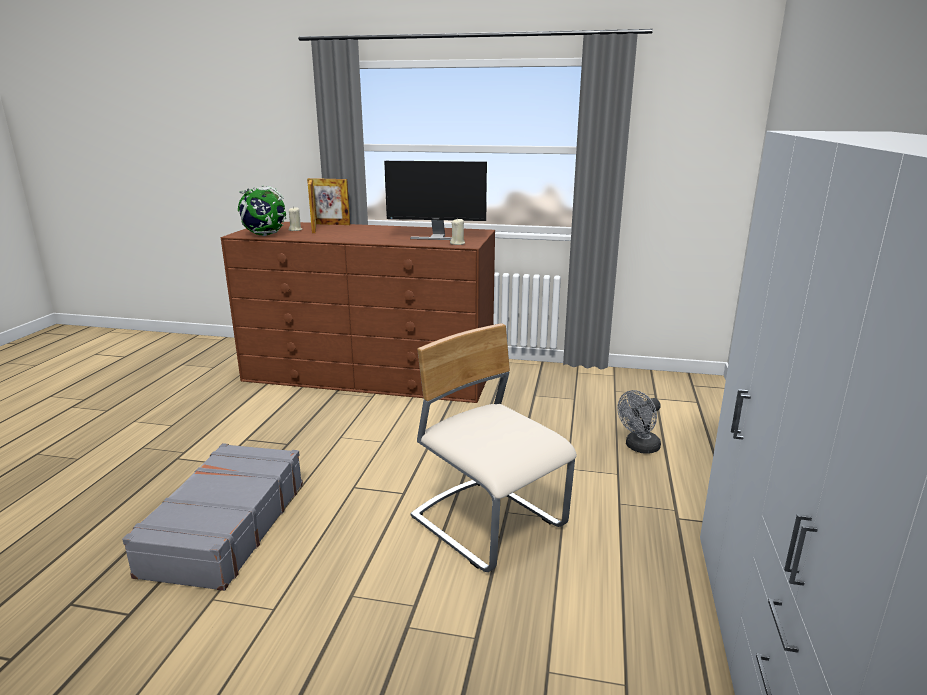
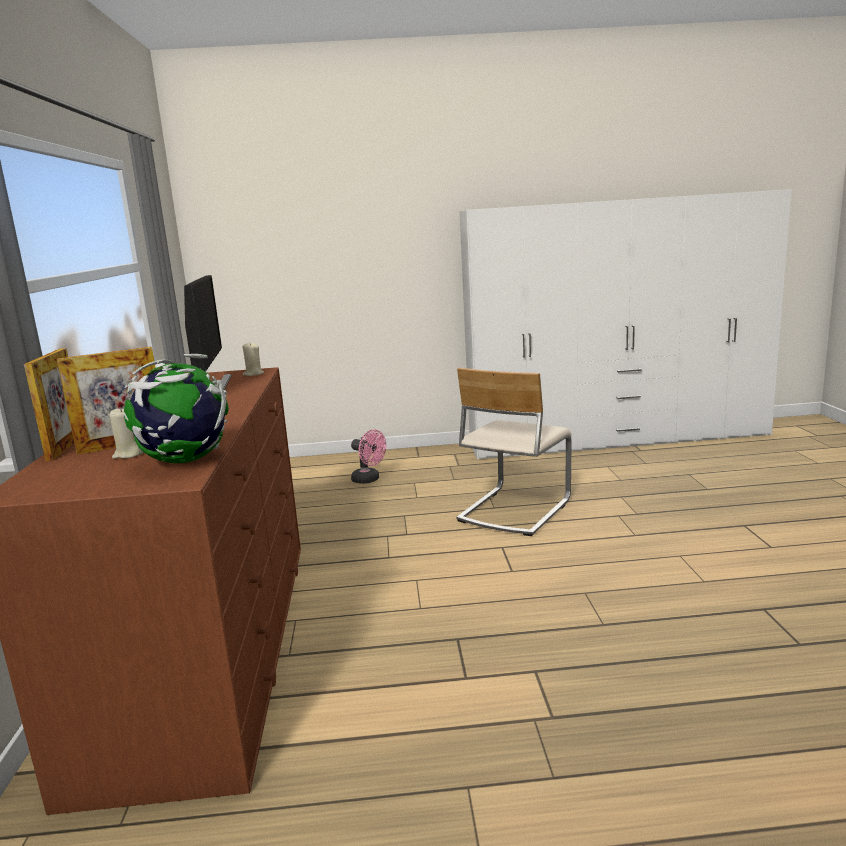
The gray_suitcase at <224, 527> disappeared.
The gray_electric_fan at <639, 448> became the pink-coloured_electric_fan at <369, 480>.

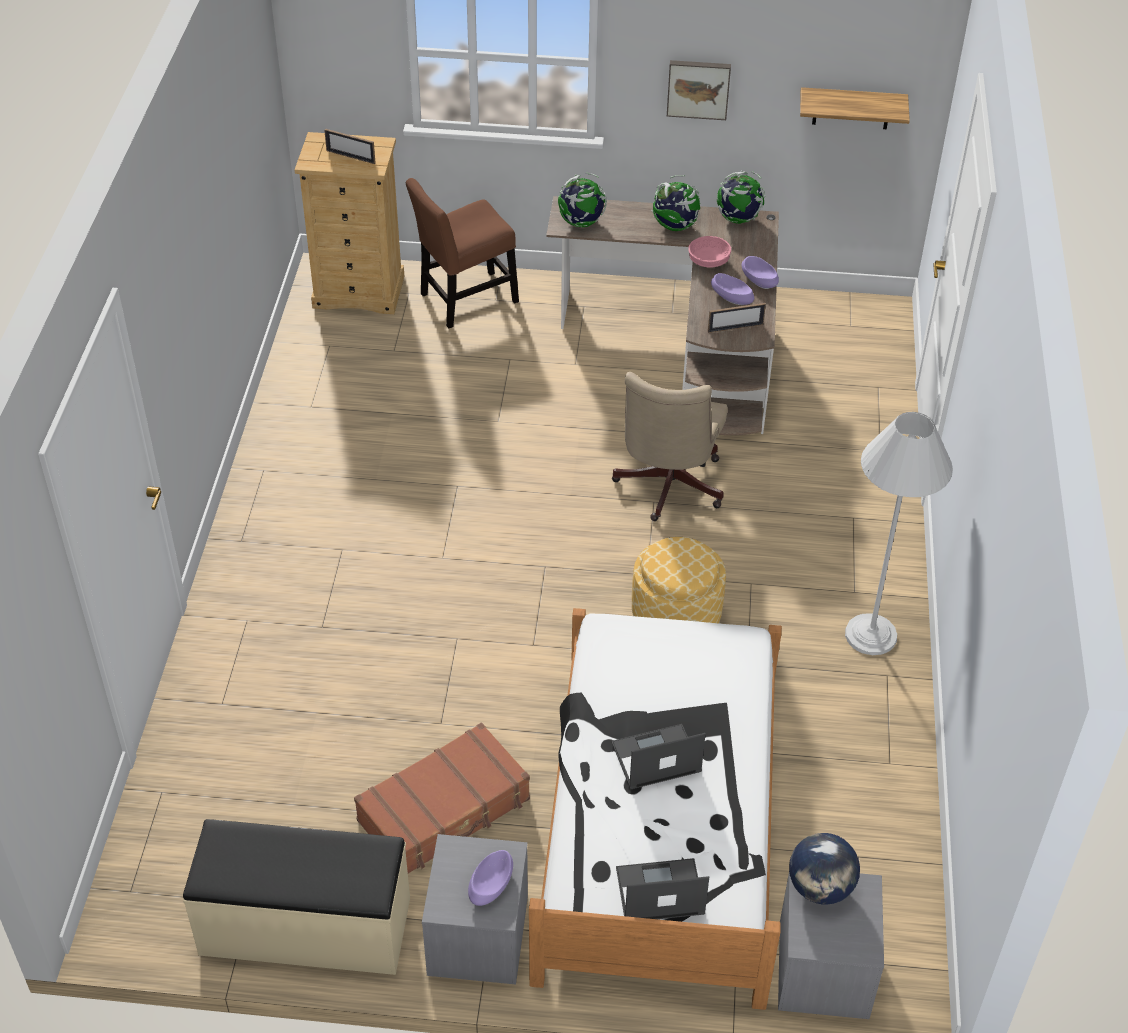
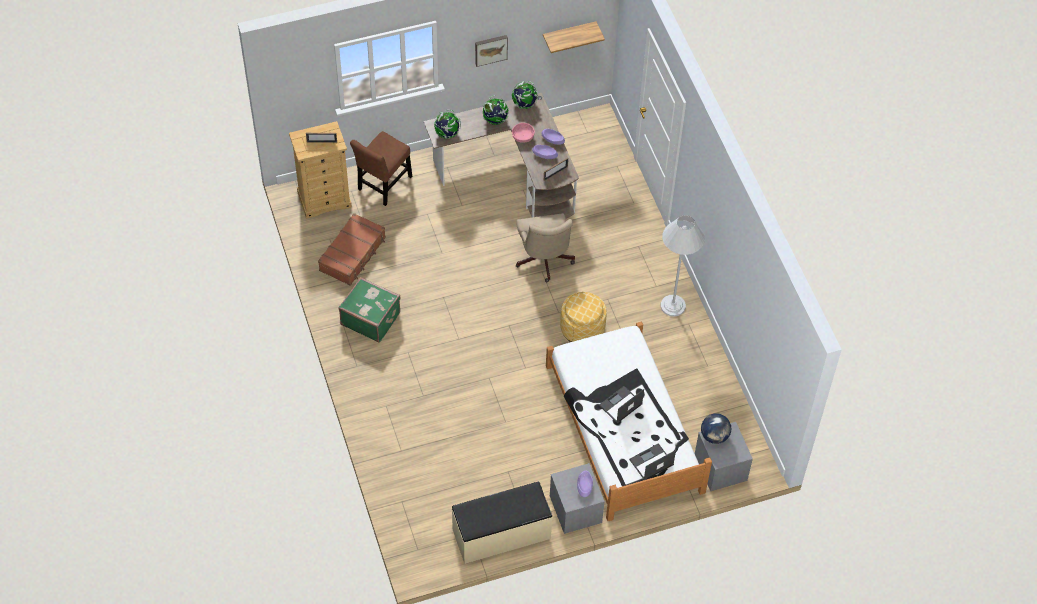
The green_suitcase at <371, 318> appeared.
The brown_suitcase moved from <445, 811> to <353, 254>.

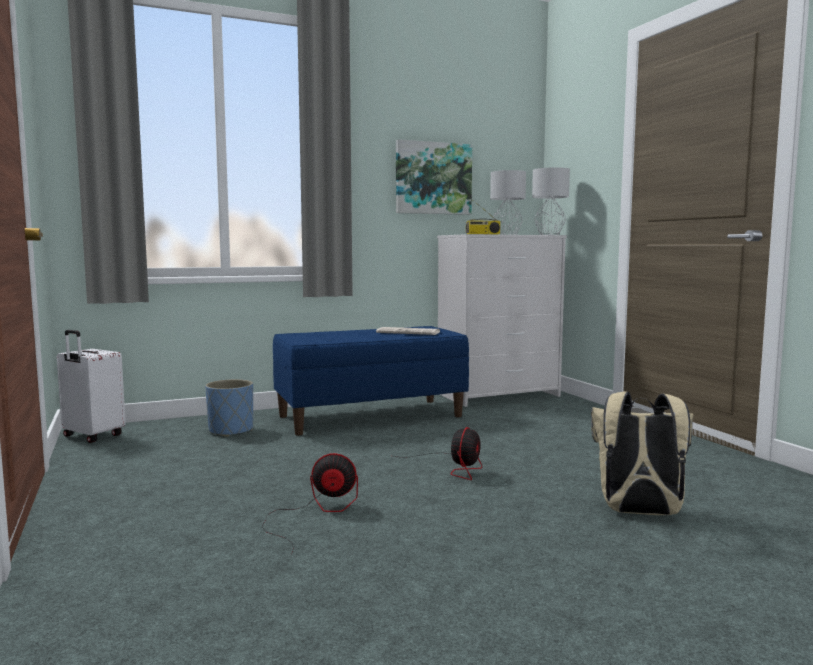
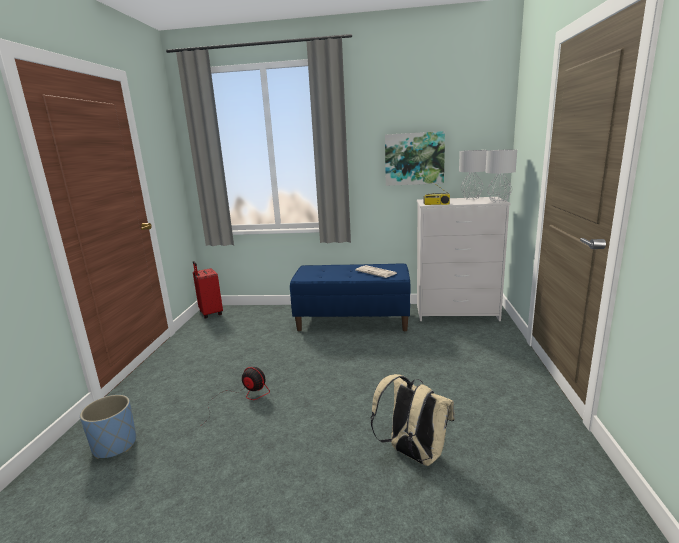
The electric_fan at <455, 467> disappeared.
The blue_plant_pot moved from <231, 430> to <115, 445>.
The whitish_suitcase at <92, 436> became the reddish_suitcase at <210, 313>.

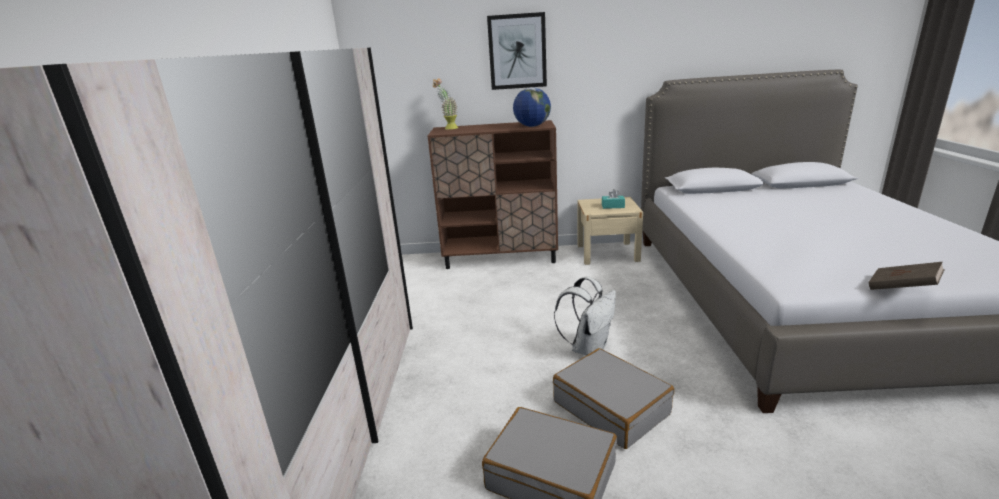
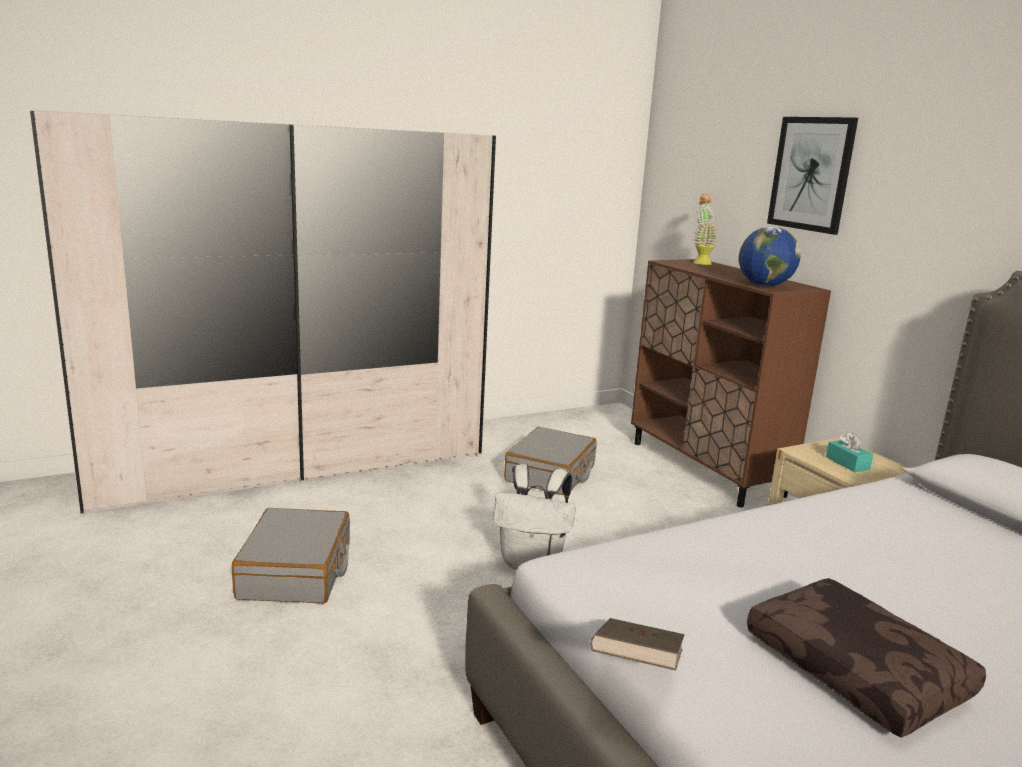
The brown_pillow at <858, 670> appeared.
The gray_suitcase moved from <611, 407> to <551, 474>.

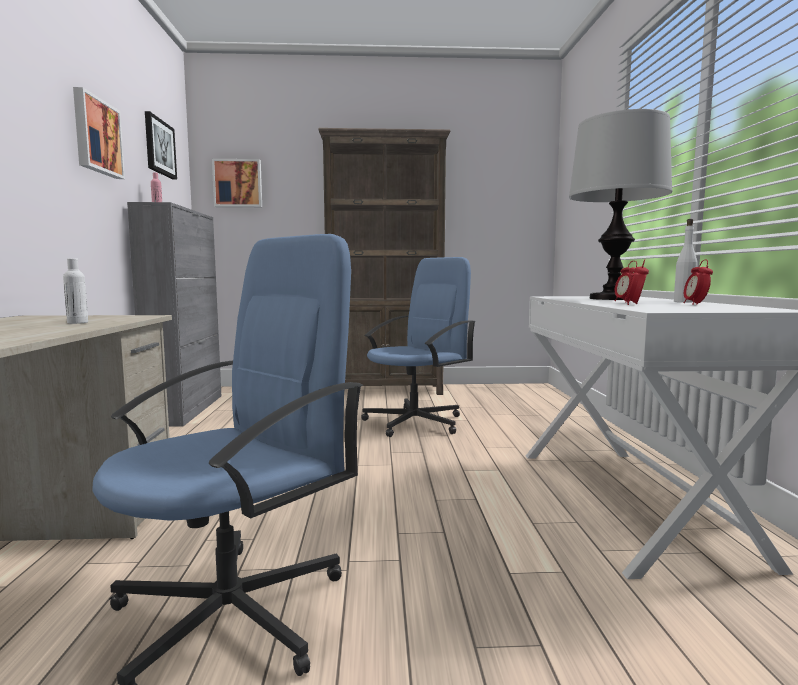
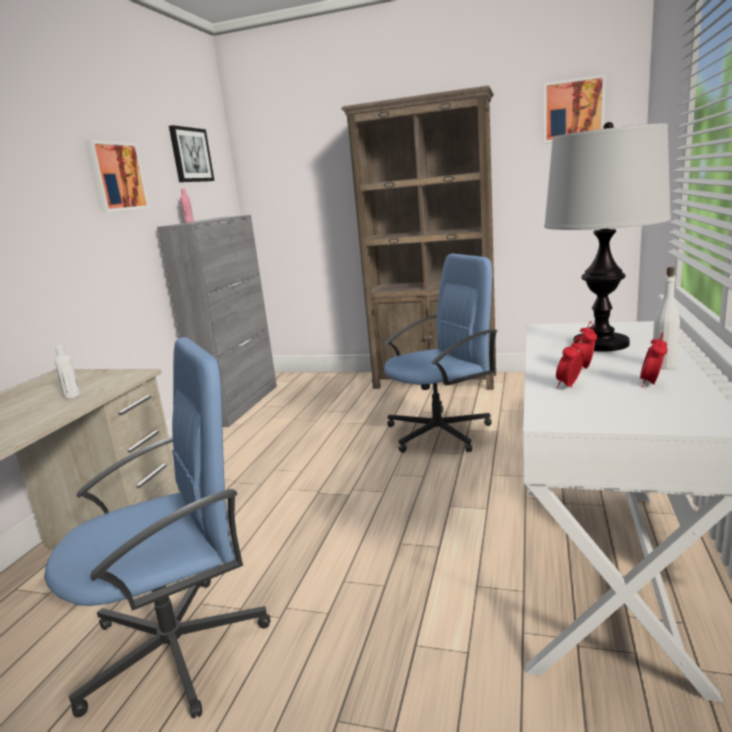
The wall_art moved from <238, 183> to <573, 110>.

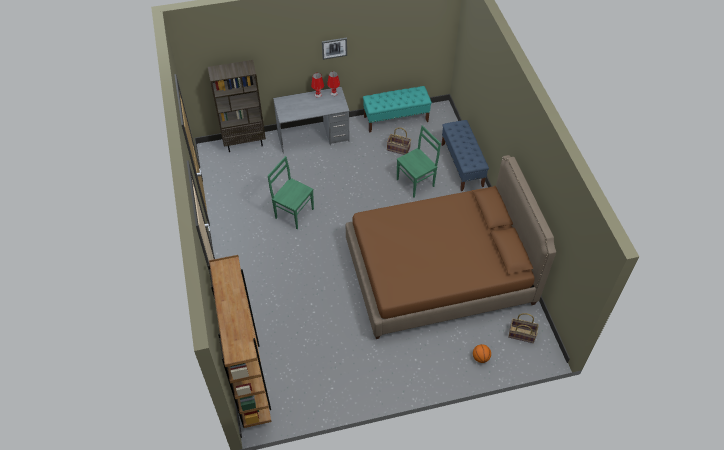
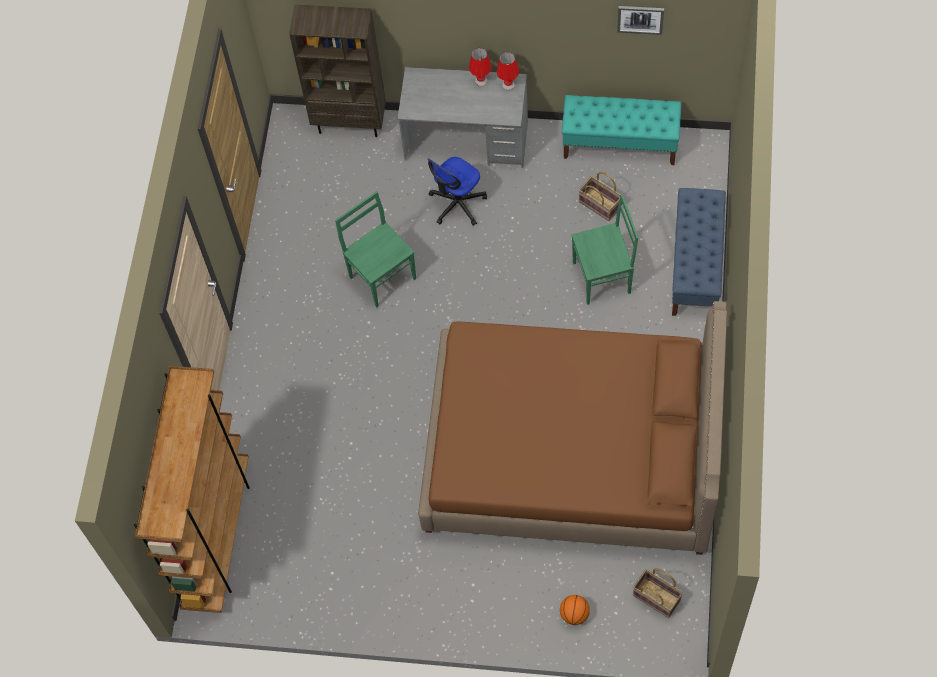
The desk_chair at <457, 204> appeared.
The wall_art moved from <334, 48> to <640, 19>.

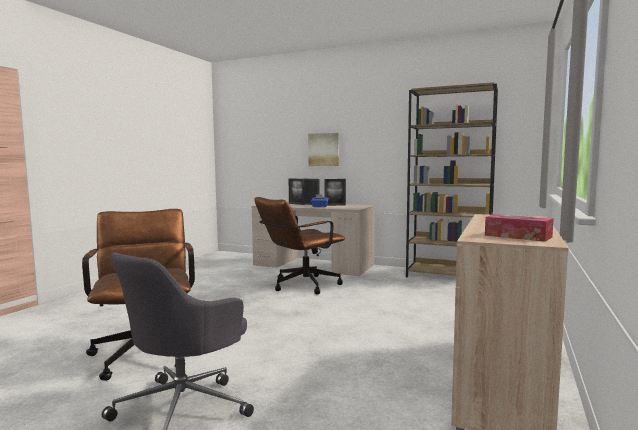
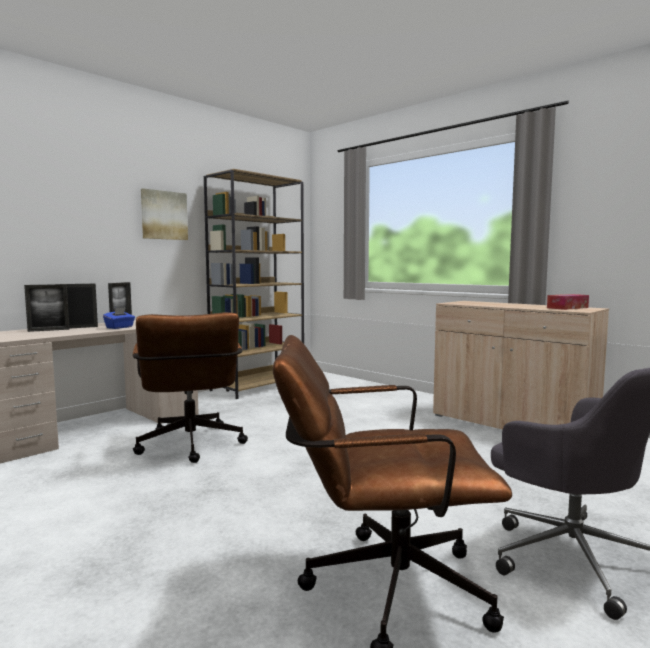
The wall_art moved from <324, 149> to <164, 215>.

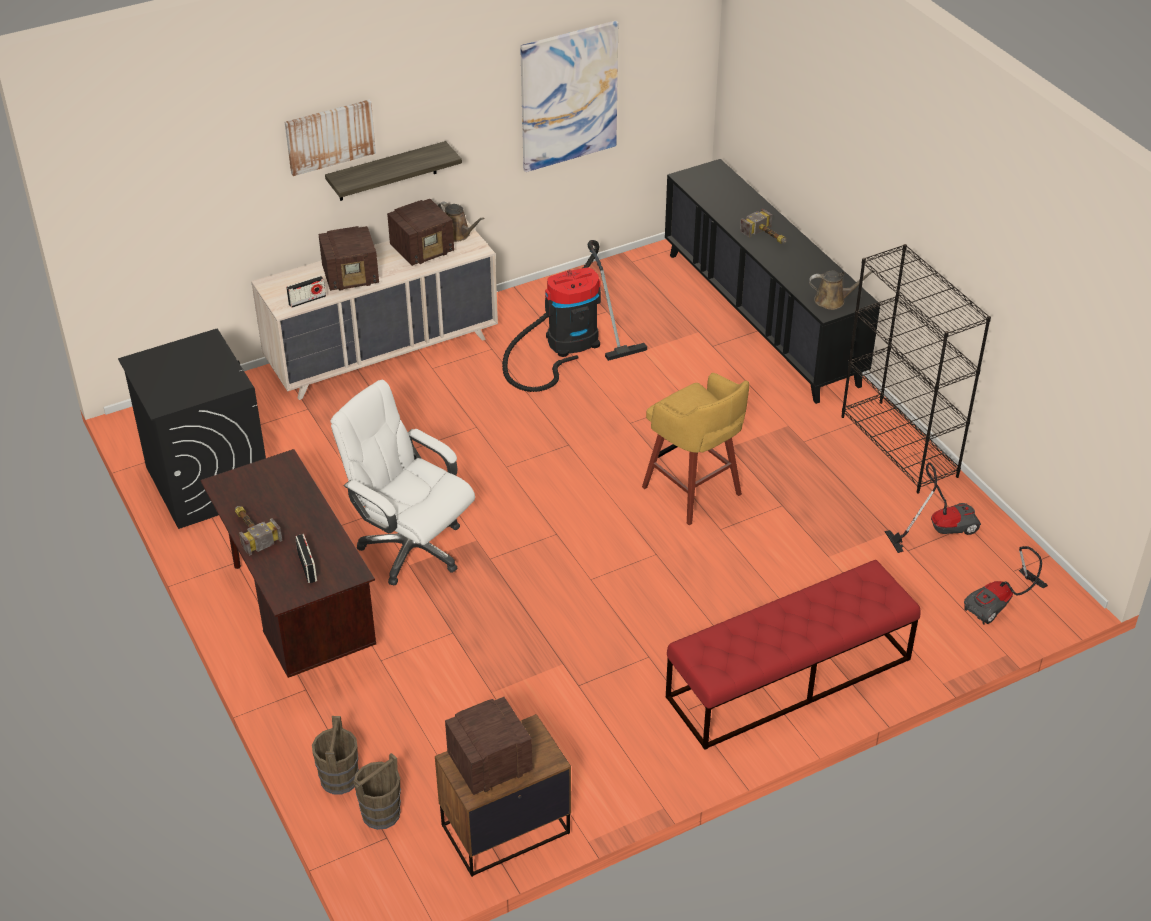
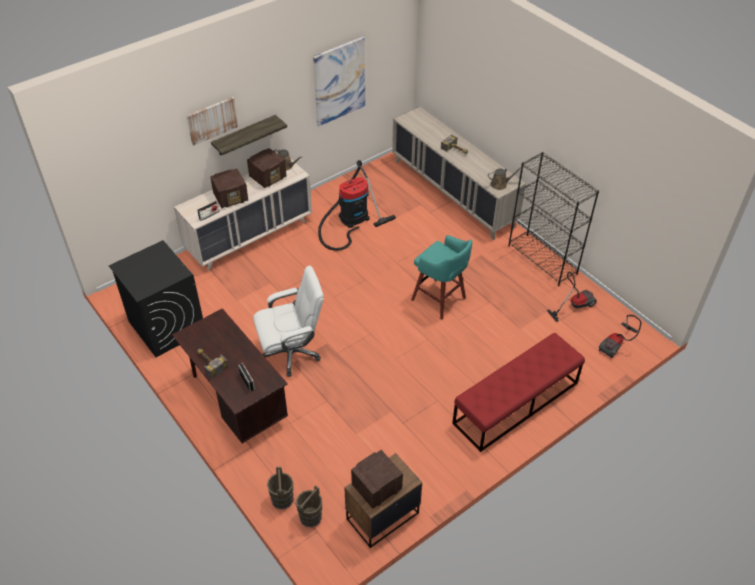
The yellowish_sitting_stool at <693, 493> became the turquoise_sitting_stool at <439, 300>.
The black-coloured_storage_cabinet at <761, 317> became the sand-coloured_storage_cabinet at <452, 193>.
The whitish_desk_chair at <411, 548> turned 135 degrees clockwise.

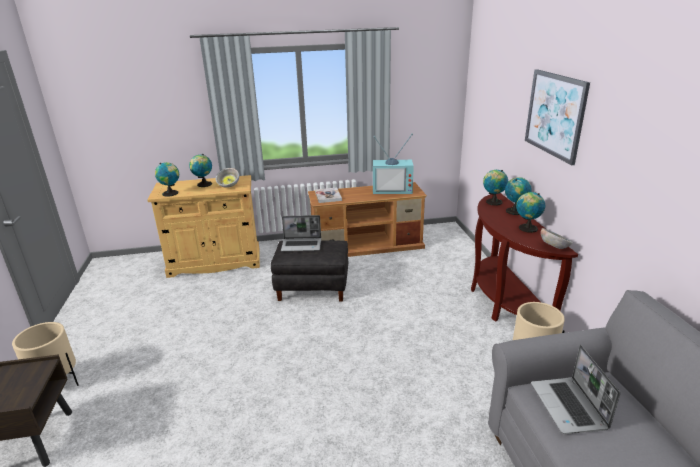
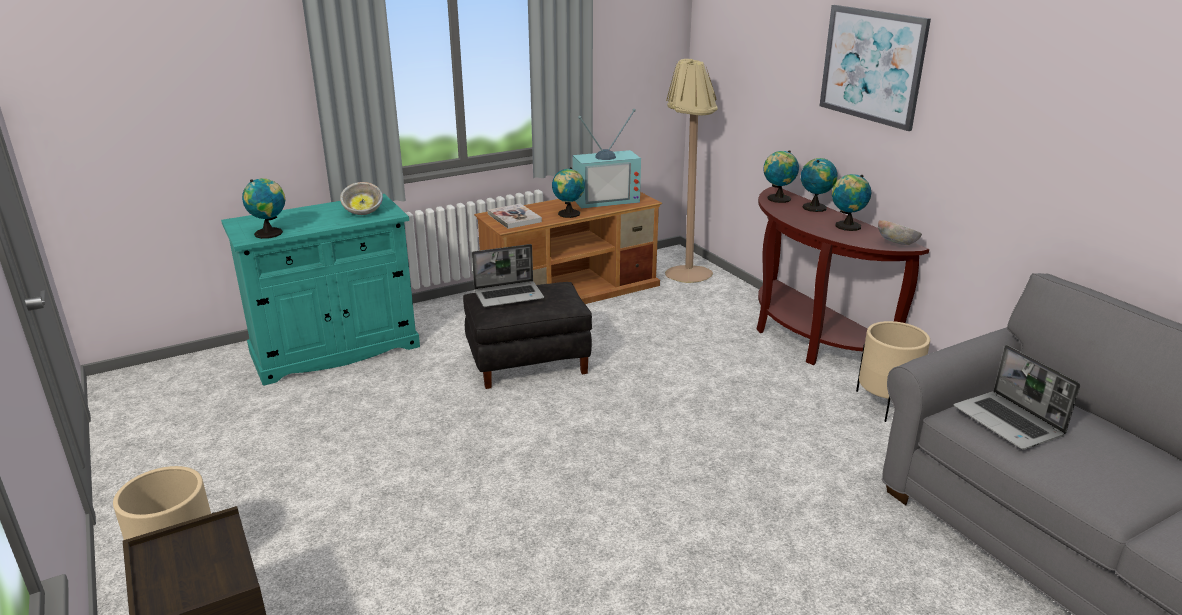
The sand-coloured_standing_lamp at <685, 270> appeared.
The world_globe moved from <203, 185> to <568, 214>.
The sand-coloured_storage_cabinet at <215, 262> became the turquoise_storage_cabinet at <335, 350>.

